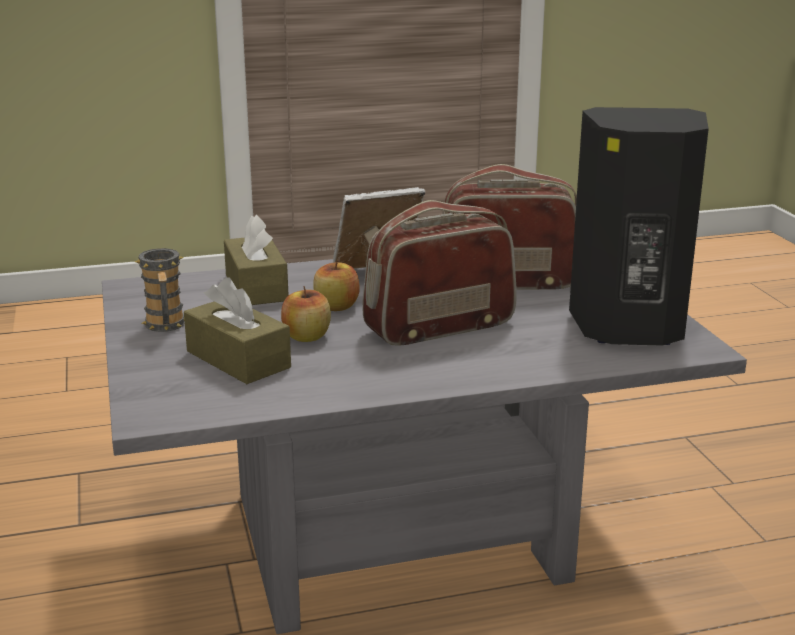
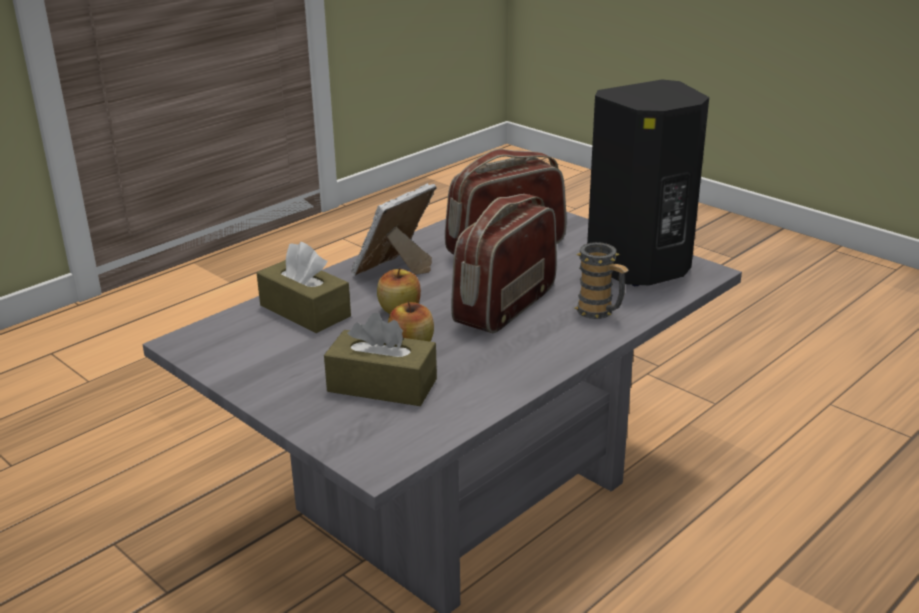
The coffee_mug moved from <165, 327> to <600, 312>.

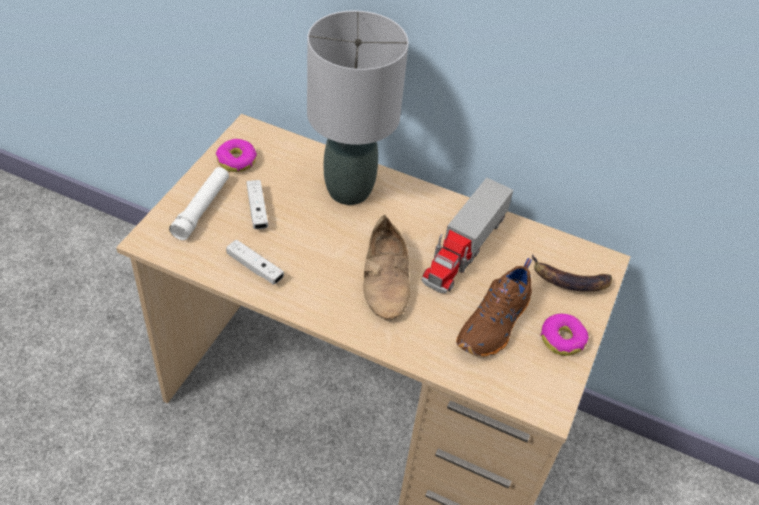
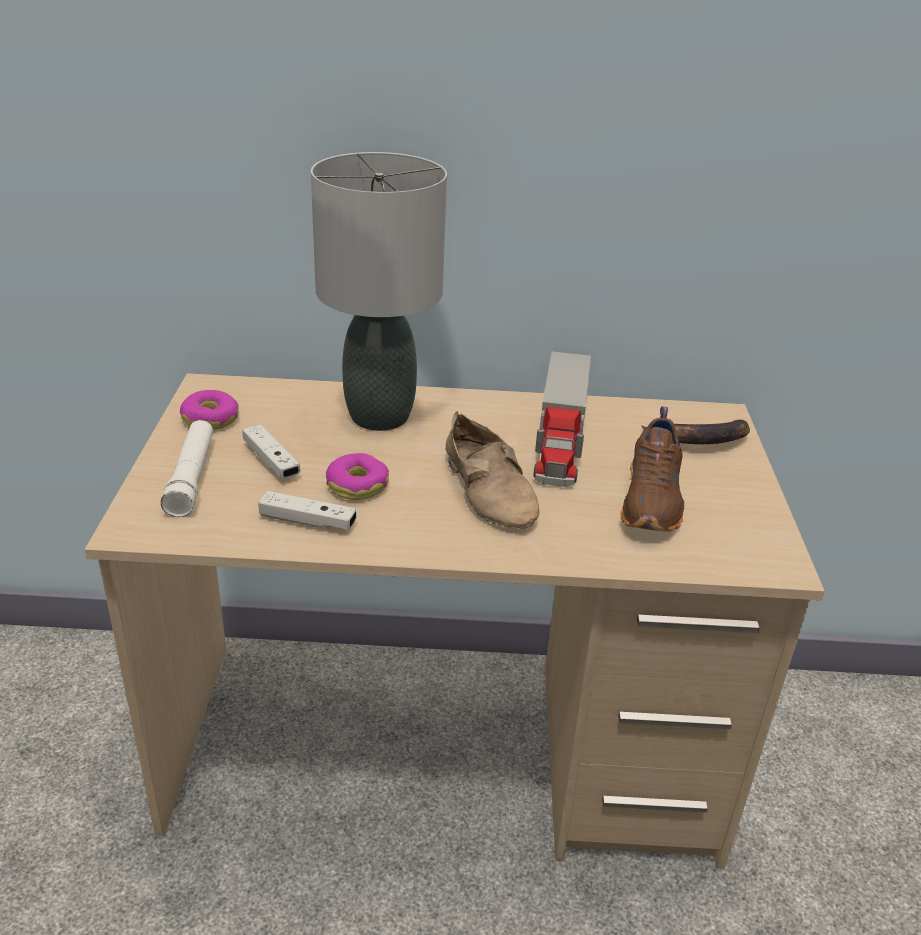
The doughnut moved from <562, 339> to <357, 485>.

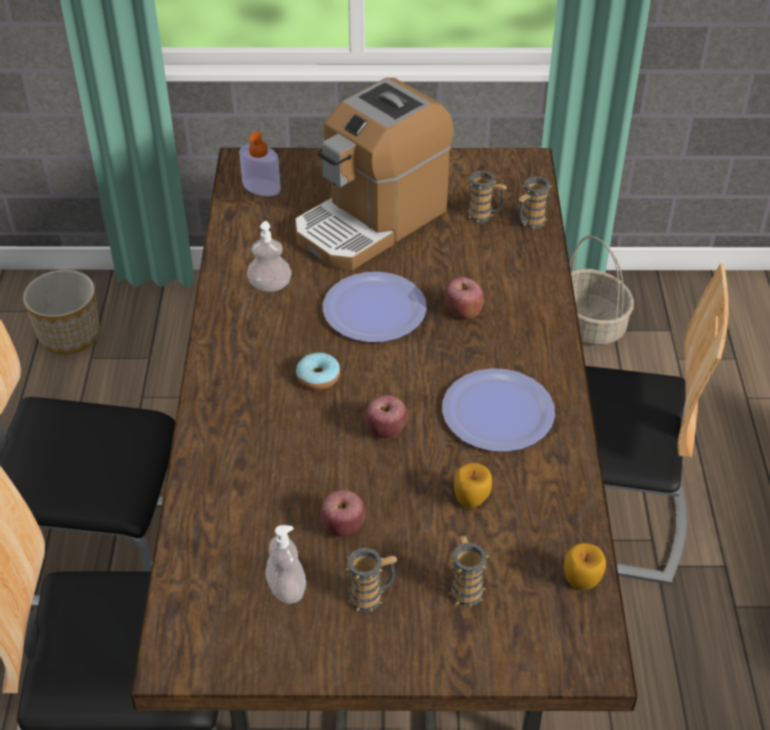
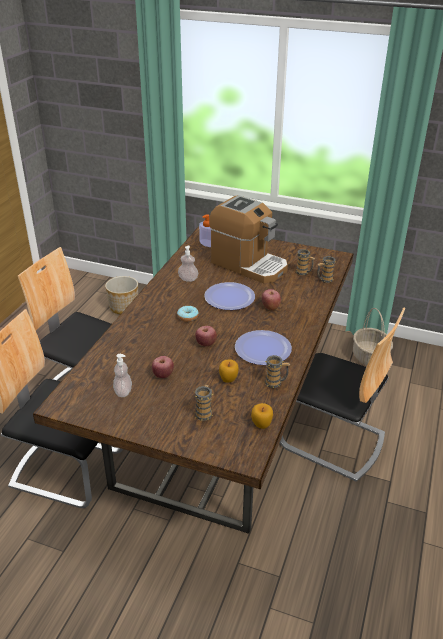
The coffee_mug moved from <371, 596> to <276, 383>.
The coffee_machine at <371, 222> turned 120 degrees counterclockwise.

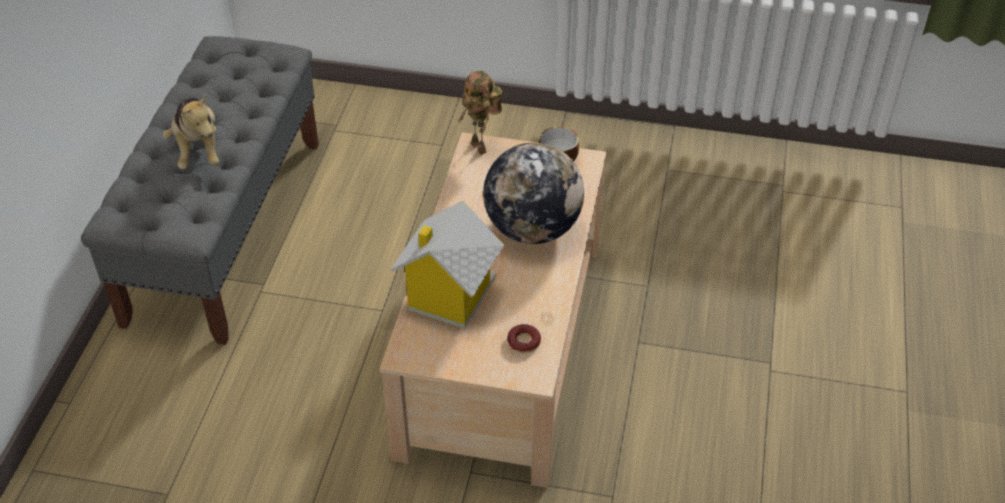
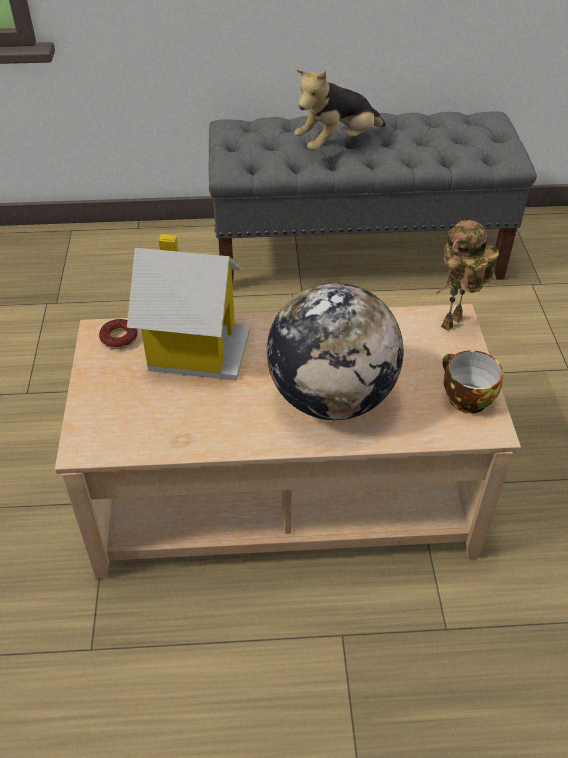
The doughnut moved from <523, 342> to <119, 338>.

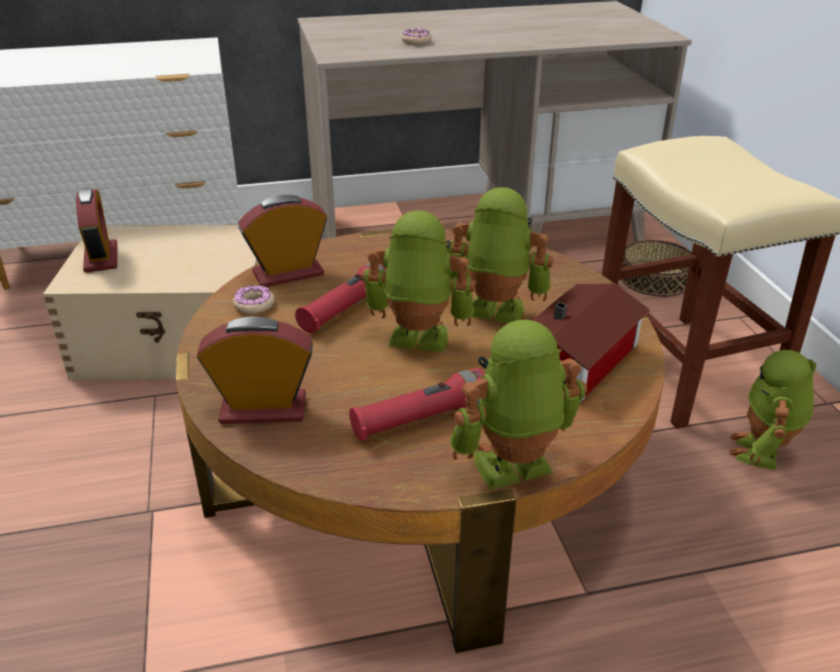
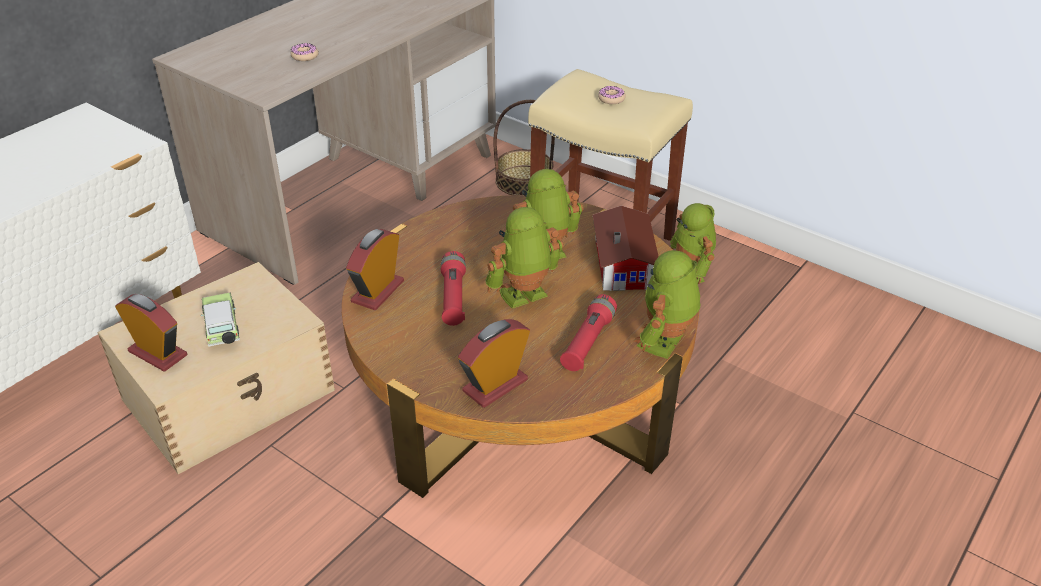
The model_car at <222, 330> appeared.
The doughnut moved from <254, 305> to <611, 99>.

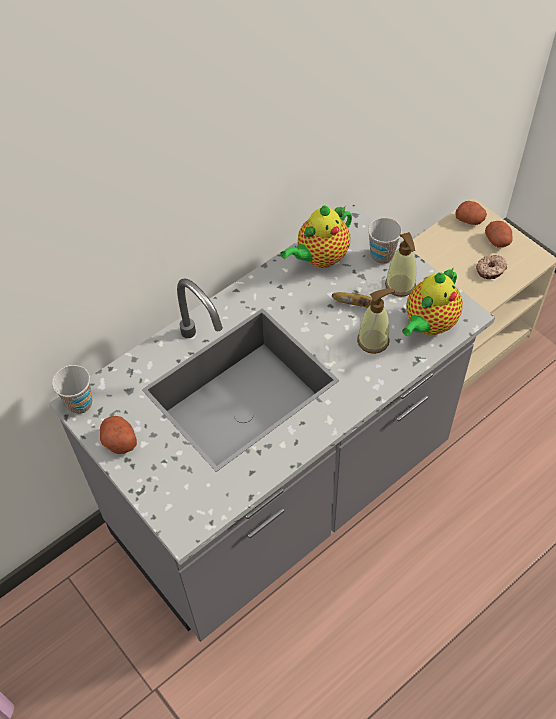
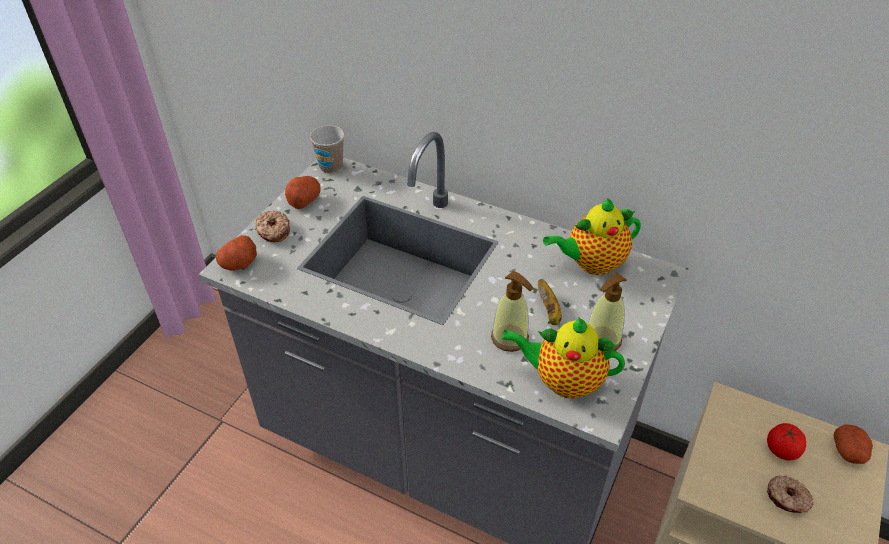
The cup at <382, 256> disappeared.
The doughnut at <273, 231> appeared.
The whole_tomato at <781, 450> appeared.
The spud moved from <498, 241> to <239, 263>.
The pot_for_tea at <320, 258> turned 45 degrees counterclockwise.

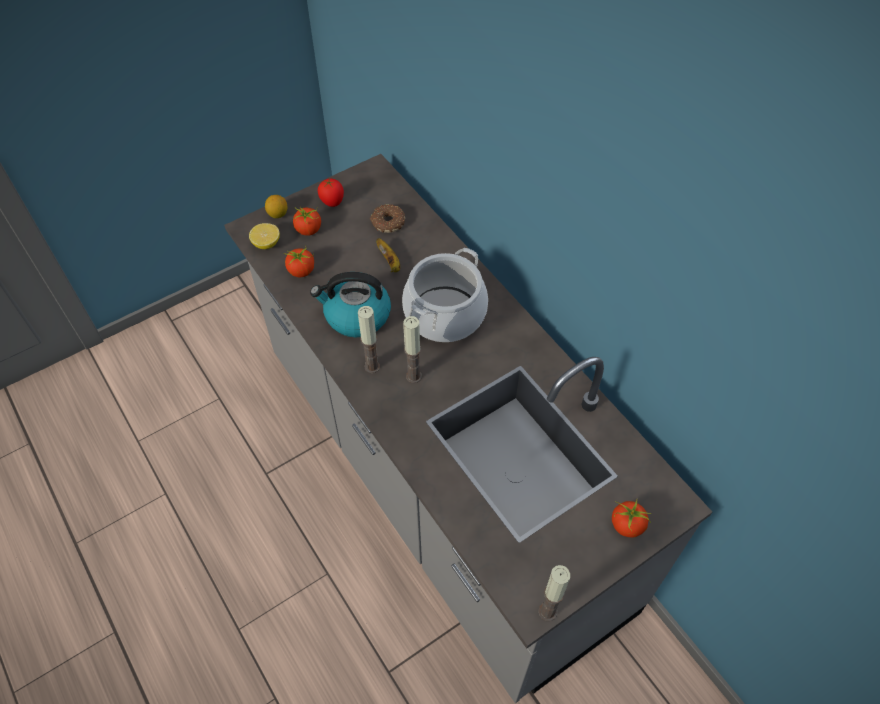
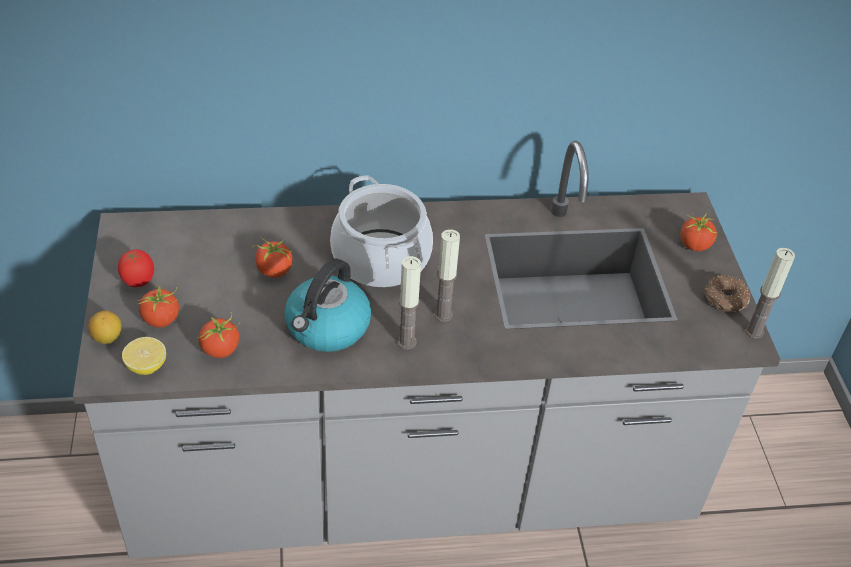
The doughnut moved from <387, 222> to <725, 299>.
The whole_banana at <390, 262> was replaced by the whole_tomato at <274, 271>.

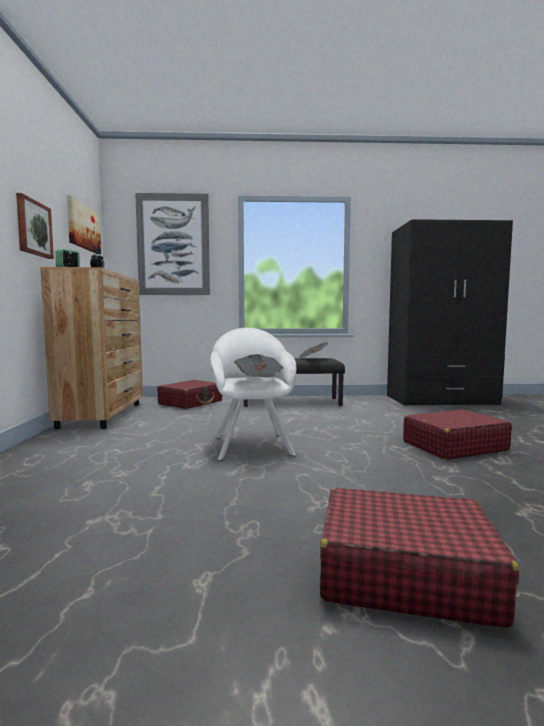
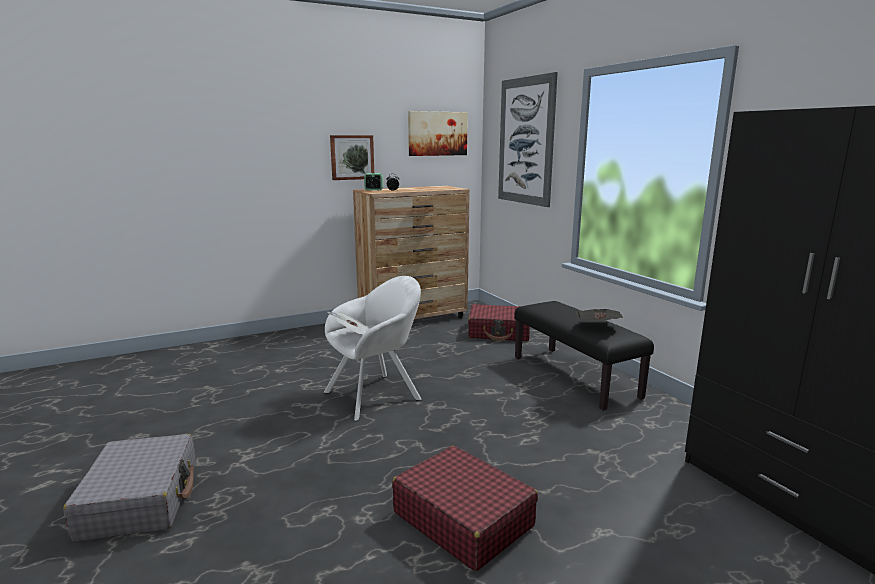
The reddish_suitcase at <403, 573> became the gray_suitcase at <141, 499>.

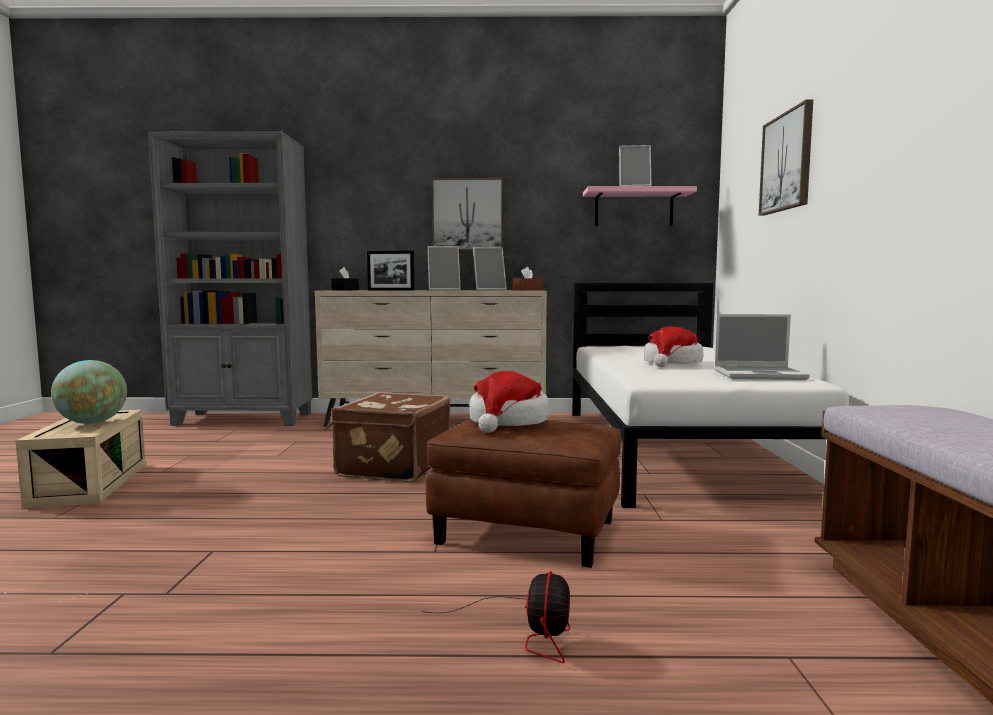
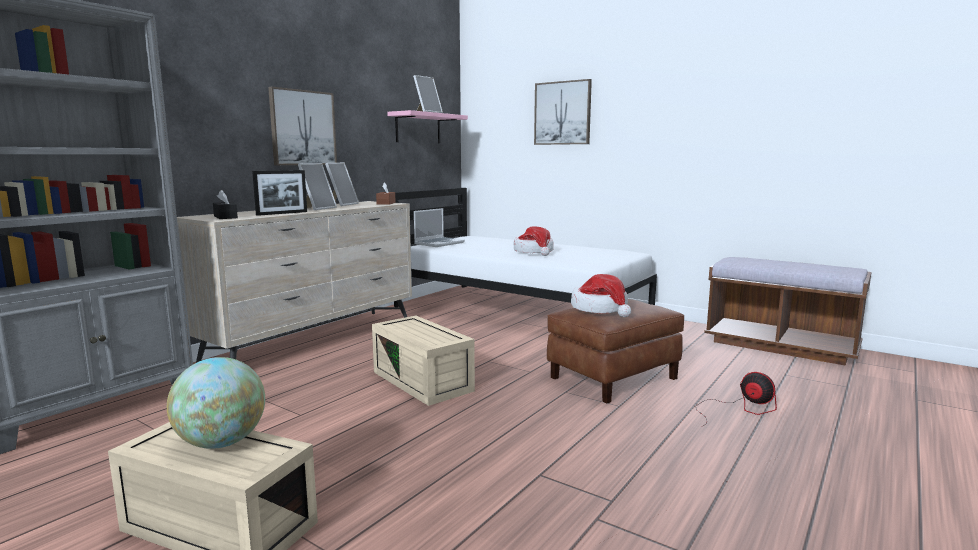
The portable_computer moved from <760, 375> to <439, 243>.
The brown_suitcase at <392, 466> was replaced by the sand-coloured_storage_box at <424, 381>.

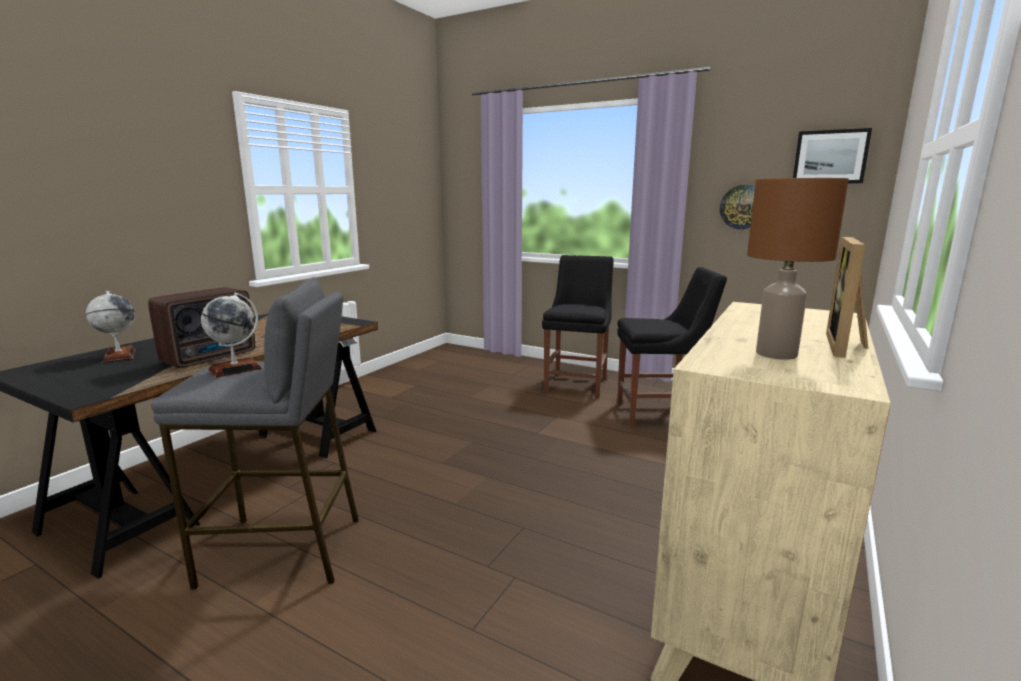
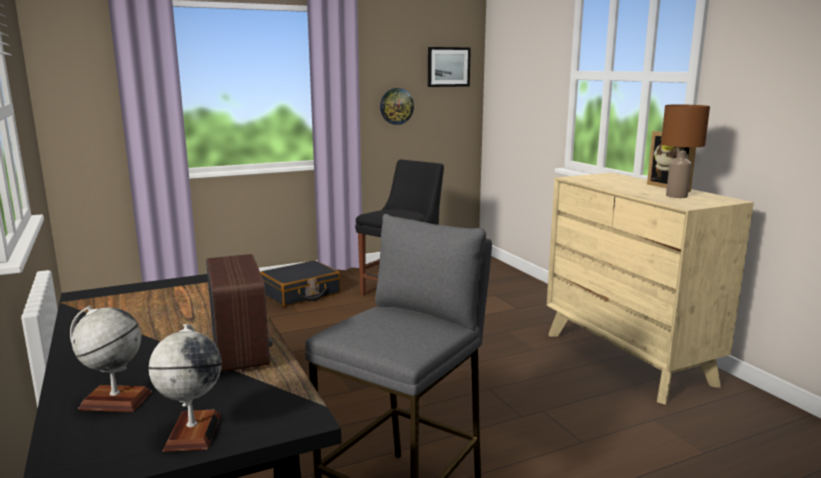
The world_globe moved from <235, 369> to <193, 432>.
The black-coloured_chair at <577, 384> was replaced by the black-coloured_suitcase at <301, 293>.

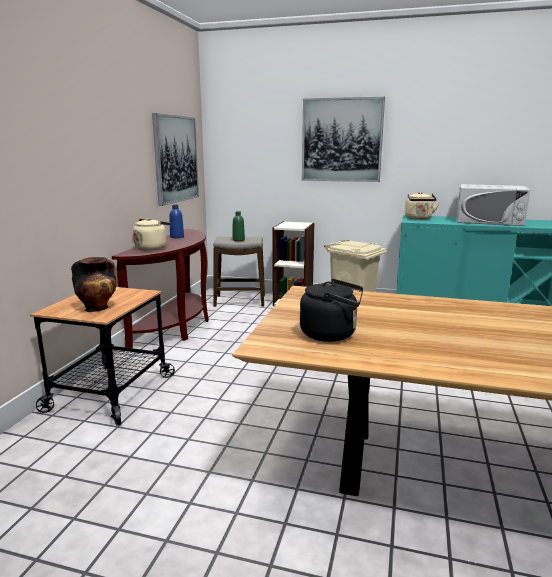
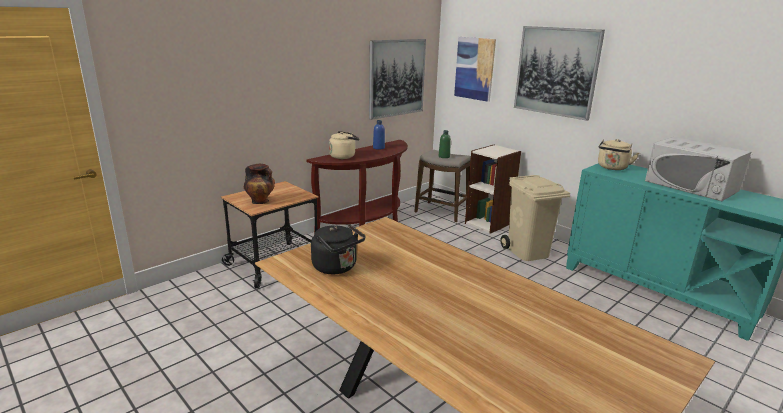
The wall_art at <474, 68> appeared.

